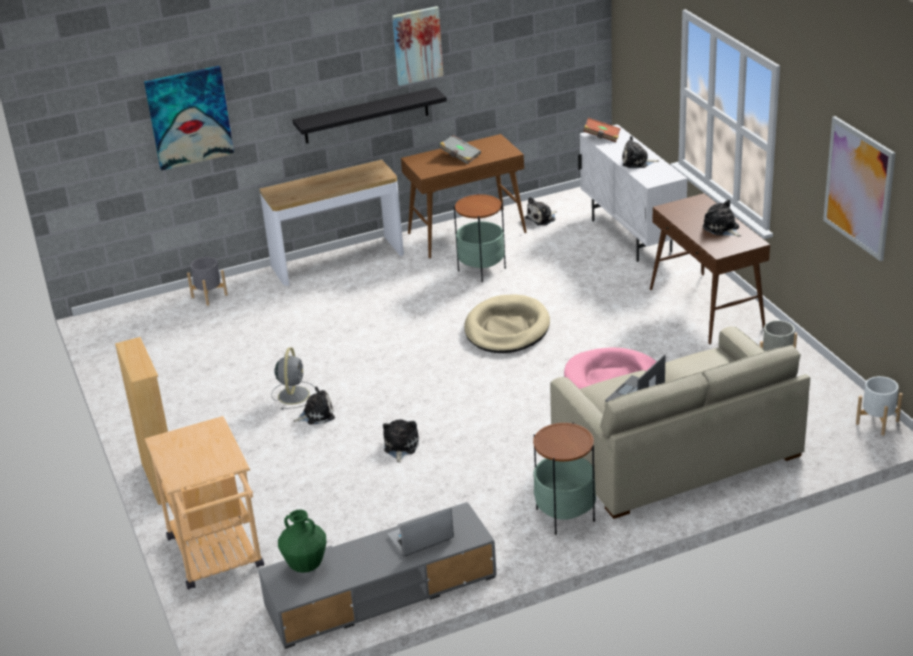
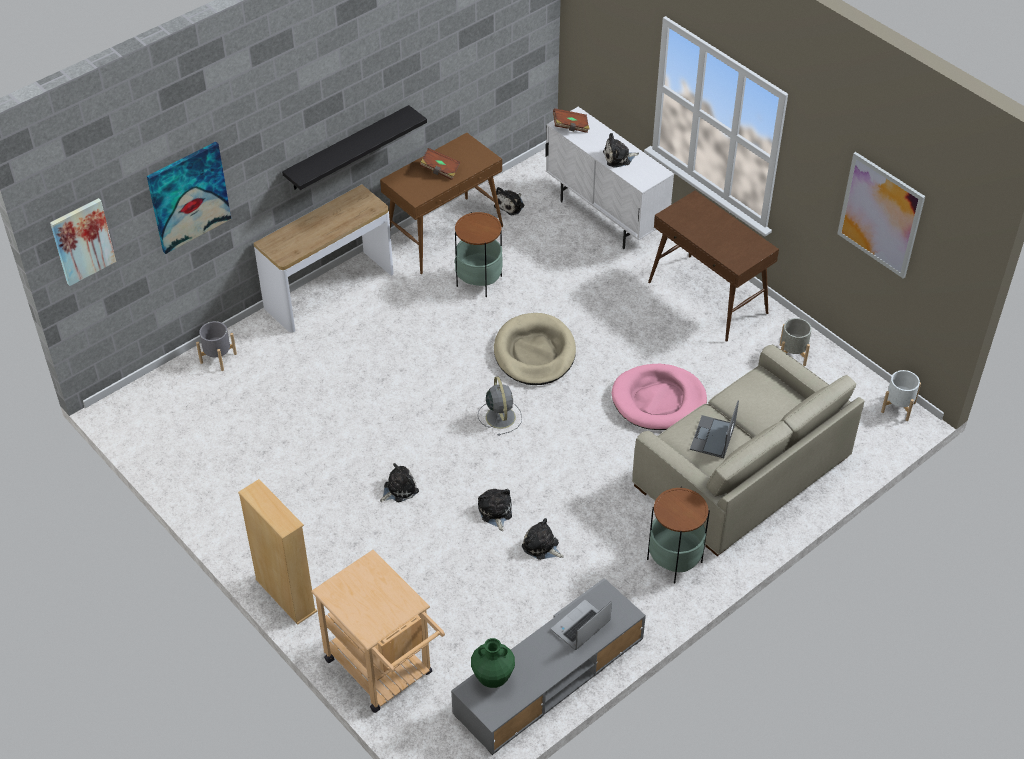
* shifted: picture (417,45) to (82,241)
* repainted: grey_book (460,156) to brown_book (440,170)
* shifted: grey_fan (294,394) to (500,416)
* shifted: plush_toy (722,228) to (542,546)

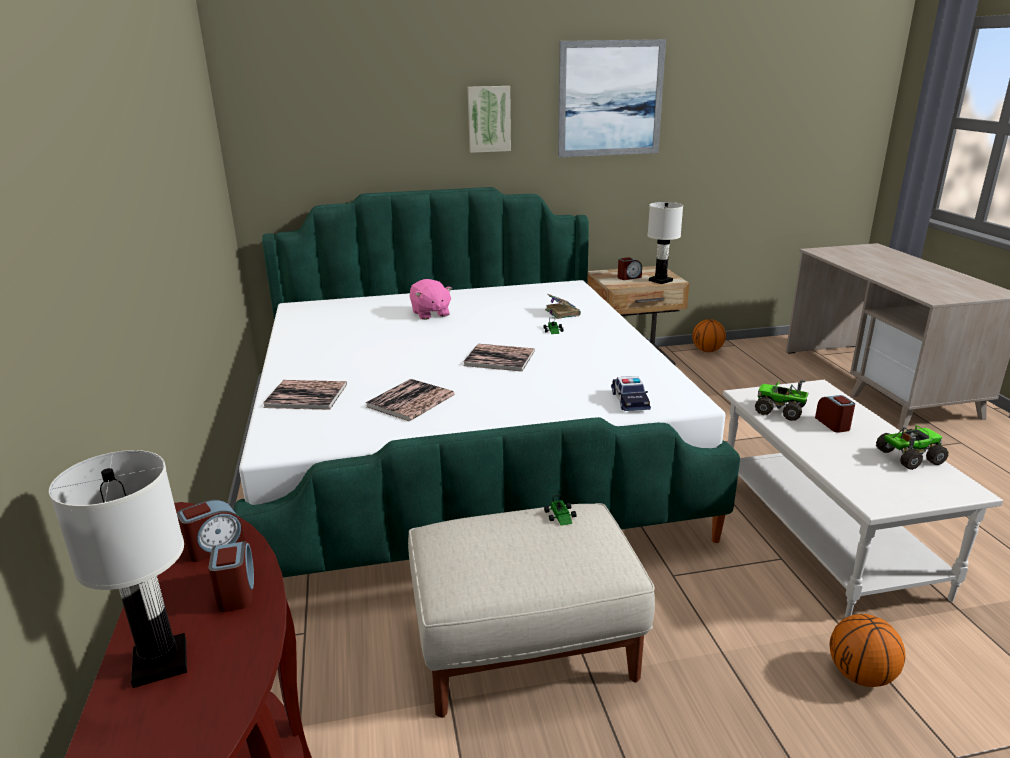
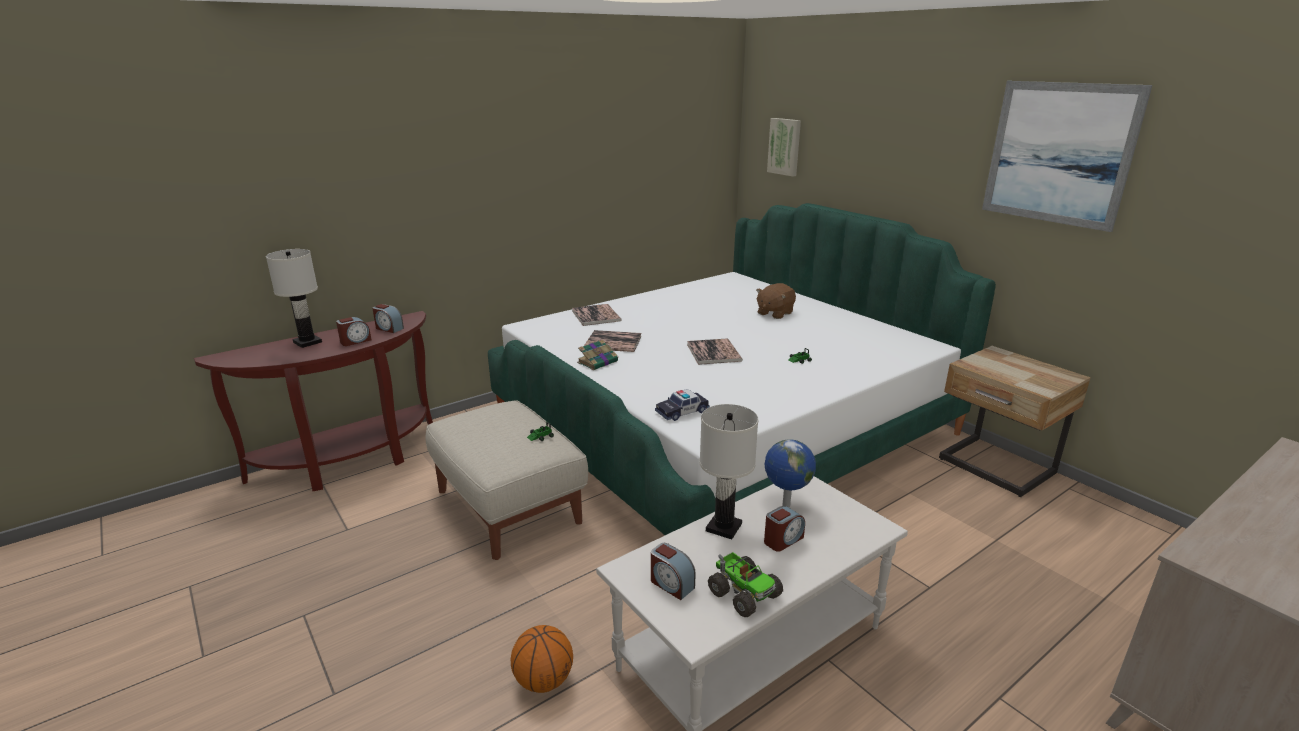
* shifted: book (562,312) to (598,362)
* shifted: alarm_clock (629,277) to (671,584)
* shifted: white_table_lamp (660,280) to (724,527)
* repainted: pink_plush_toy (430,314) to brown_plush_toy (774,313)
* swapped: toy_truck (780,410) to globe (785,505)
* shifted: picture (489,119) to (785,146)
* gone: basketball (707,351)

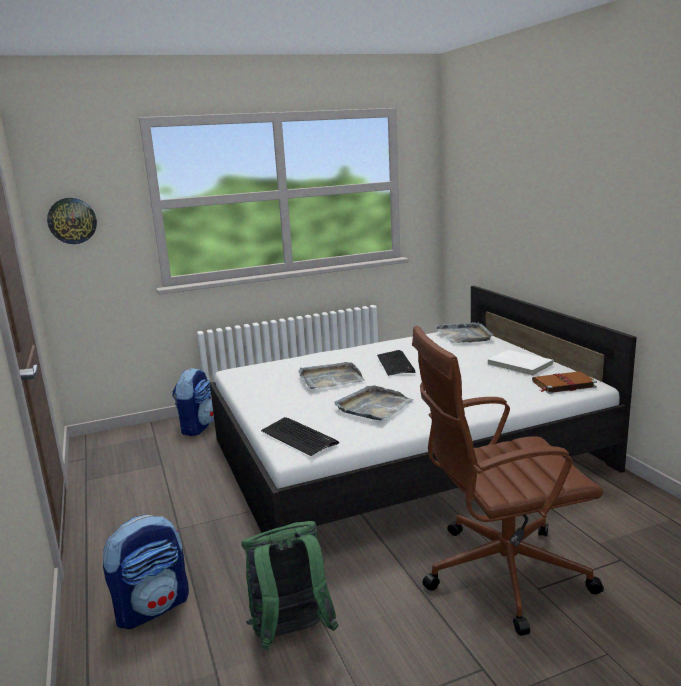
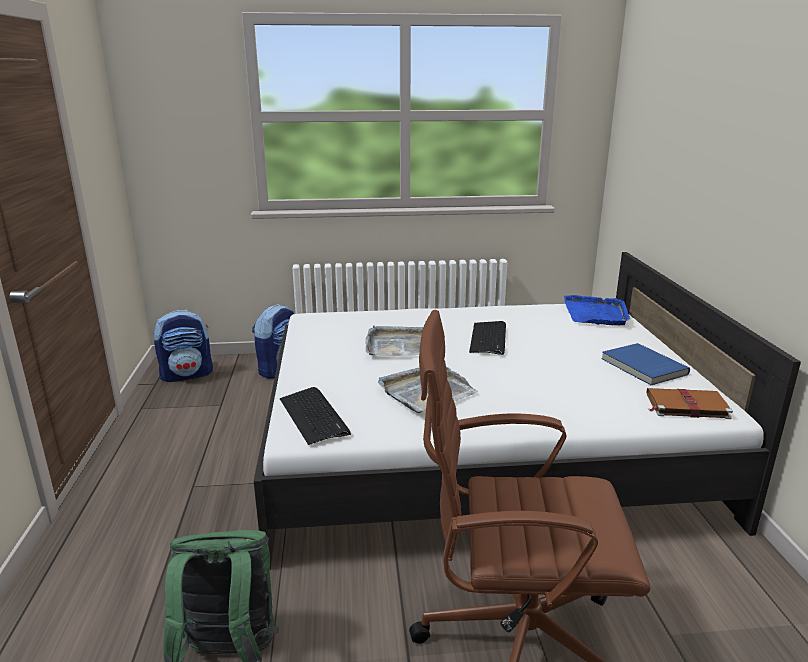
* shifted: backpack (153,607) to (187,374)
* repainted: grey_tray (464,335) to blue_tray (596,313)
* repainted: white_book (519,365) to blue_book (642,367)
* gone: wall_clock (72,221)

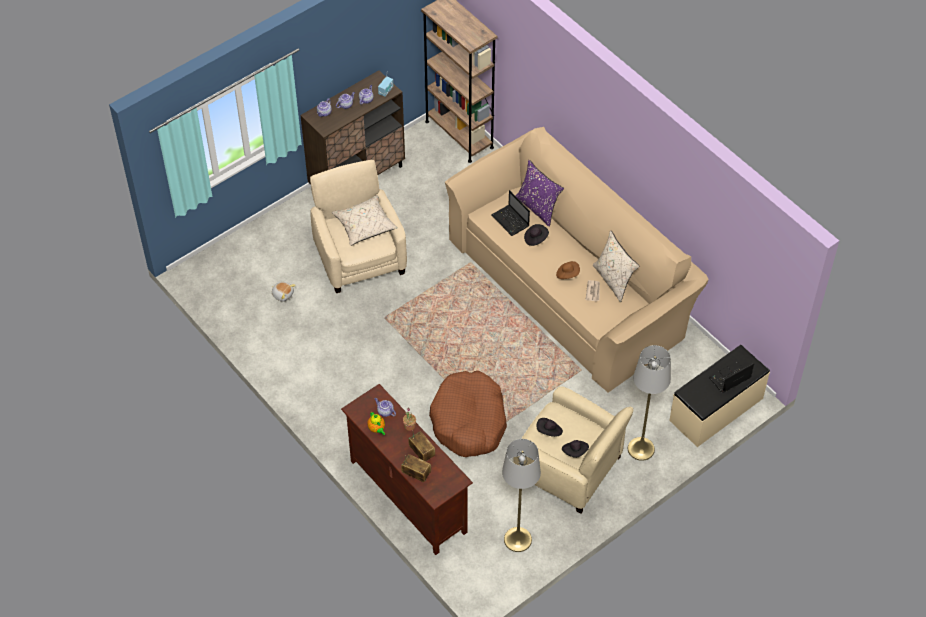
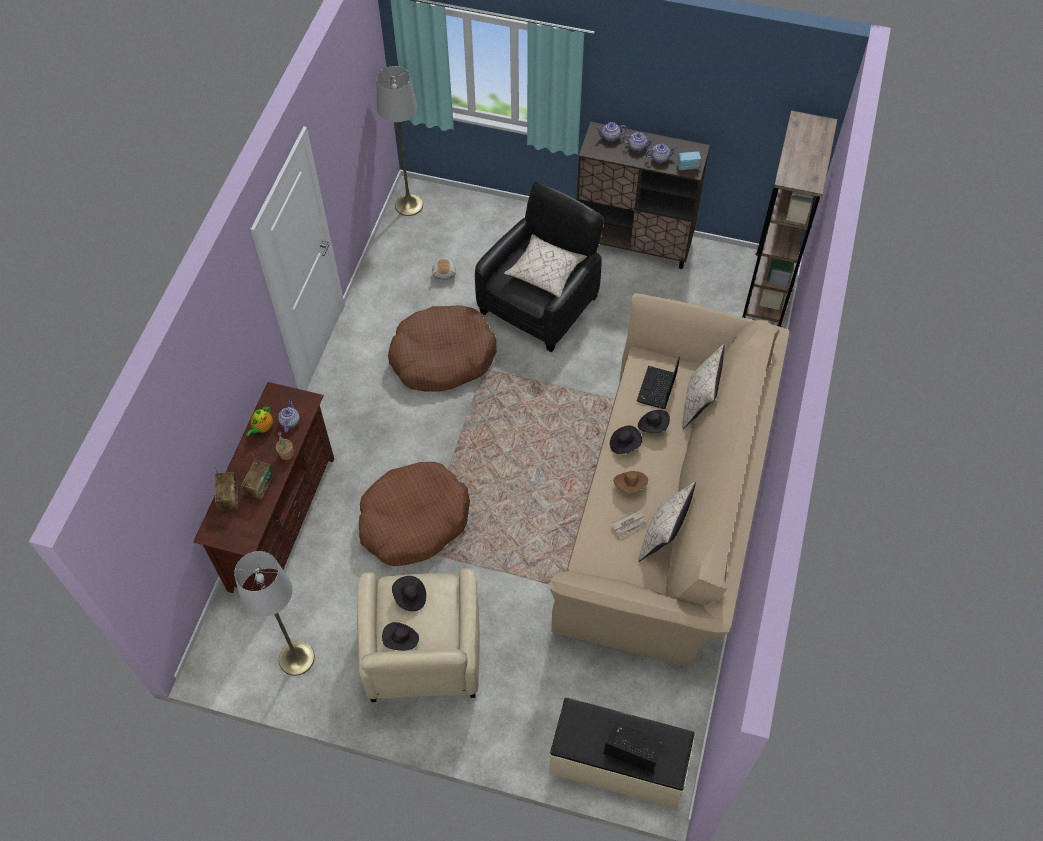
* shifted: grey_floor_lamp (641,448) to (409,205)
* new: brown_dog_bed (442,357)
* repainted: beige_armchair (359,256) to black_armchair (540,303)
* new: black_hat (624,444)
* repainted: purple_pillow (538,207) to beige_pillow (699,403)

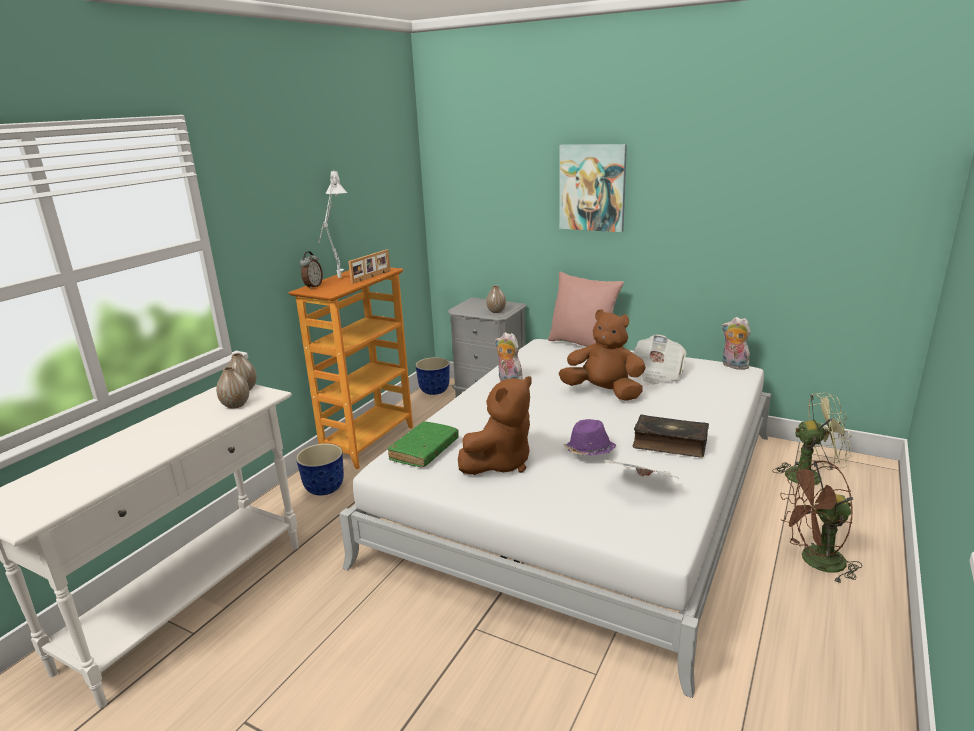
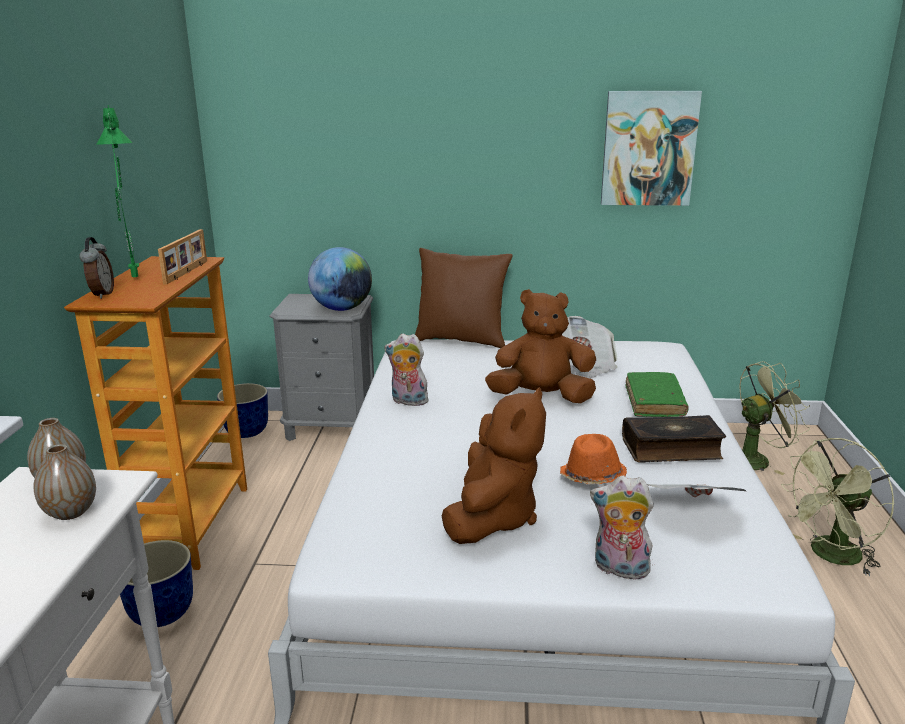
* repainted: white_table_lamp (338,280) to green_table_lamp (135,281)
* swapped: vase (496,311) to globe (342,309)
* repainted: pink_pillow (583,344) to brown_pillow (461,340)
* repainted: purple_hat (589,451) to orange_hat (592,477)
* shifted: plush_toy (733,366) to (619,569)
* shifted: picture (592,187) to (648,148)
* shifted: green_book (424,451) to (654,402)
* repainted: brown_fan (814,562) to green_fan (830,556)

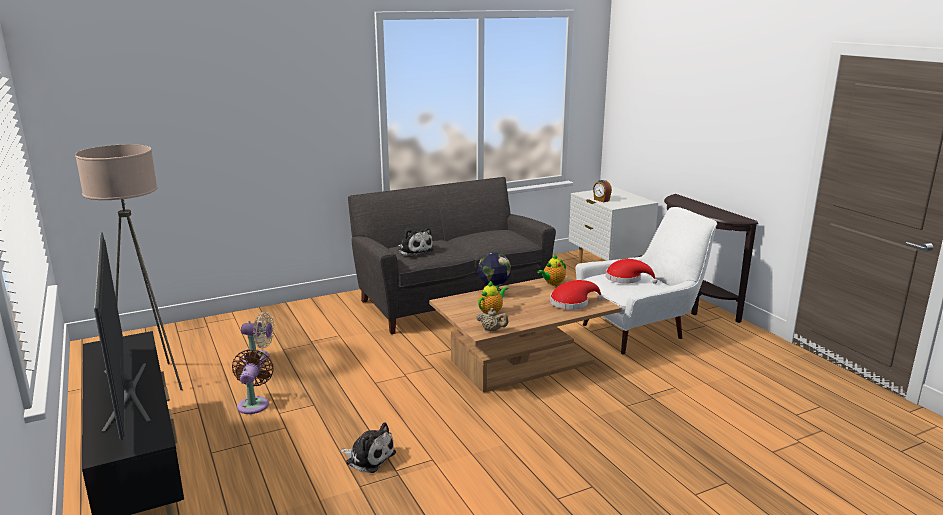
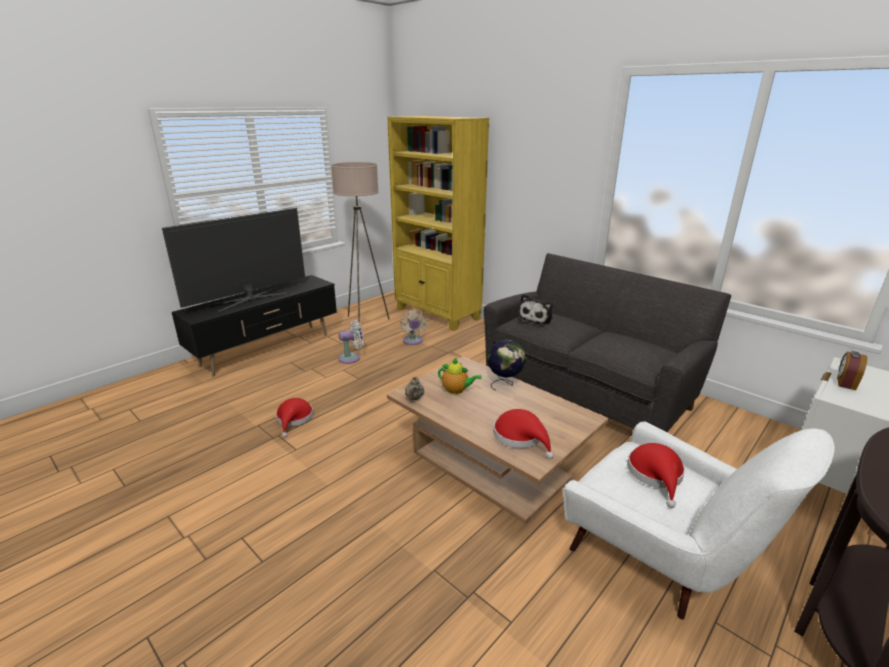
* swapped: plush_toy (368,457) to red_hat (294,419)
* repainted: brown_fan (254,403) to white_fan (352,358)
* new: yellow_bookcase (437,314)
* gone: teapot (552,283)

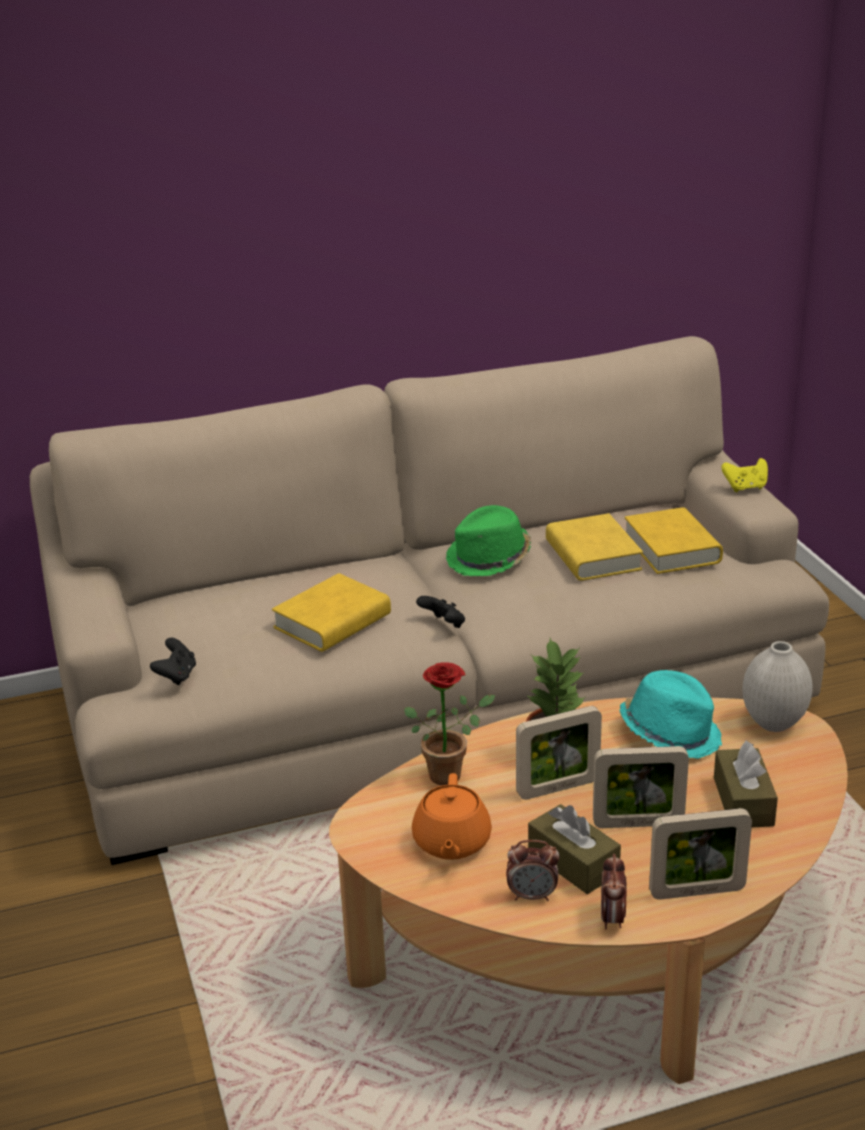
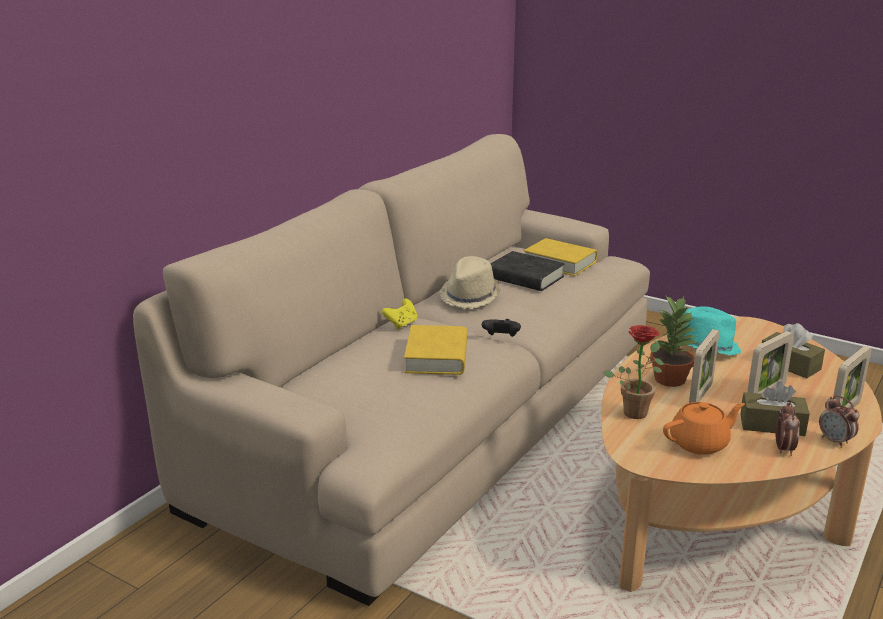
* shifted: yellow_game_controller (745,488) to (401,324)
* repainted: green_hat (489,559) to beige_hat (470,296)
* repainted: yellow_book (592,555) to black_book (525,277)
* rotated: orange_teapot (451,843) = (700,443) 75 degrees counterclockwise
* rotated: alarm_clock (532,896) = (783,449) 45 degrees counterclockwise
* gone: black_game_controller (176,676)
* gone: white_vase (774,724)

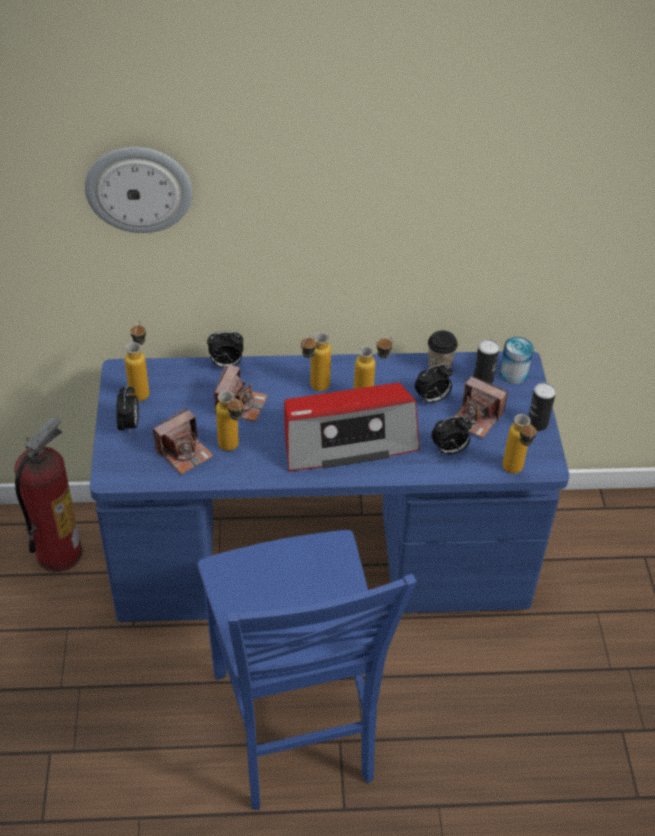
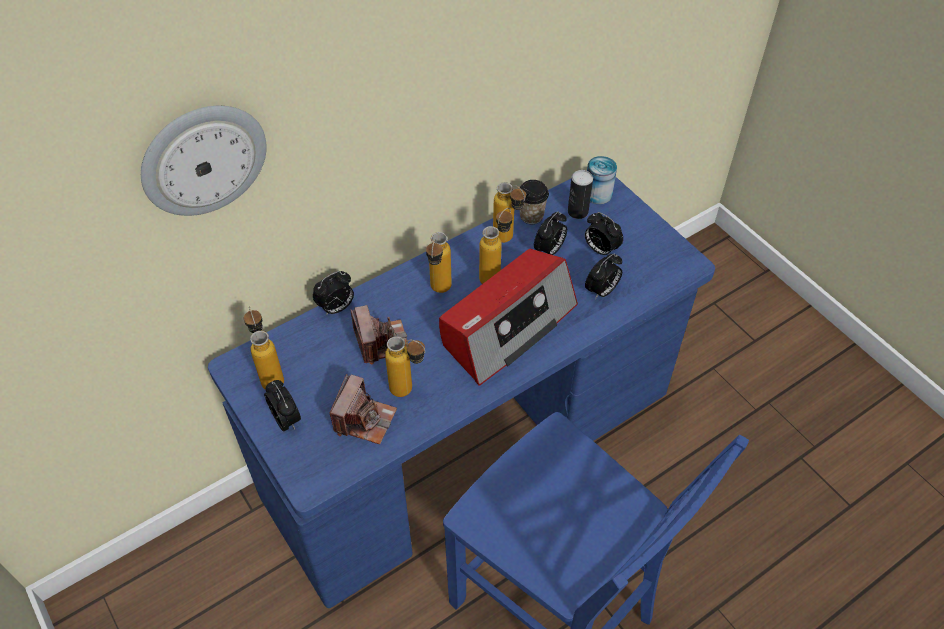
* shifted: bottle (514,473) to (508,241)
* swapped: photo_camera (476,418) to alarm_clock (600,250)
* gone: fire_extinguisher (59,552)
* gone: can (537,423)

